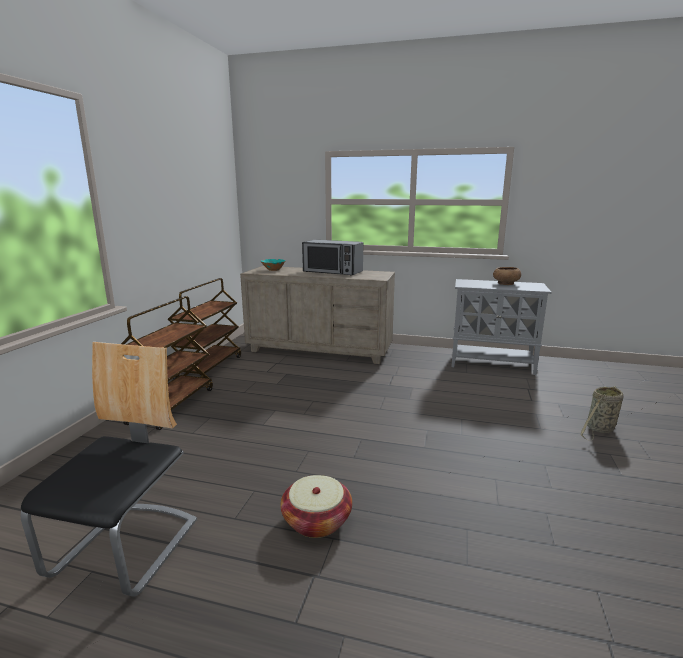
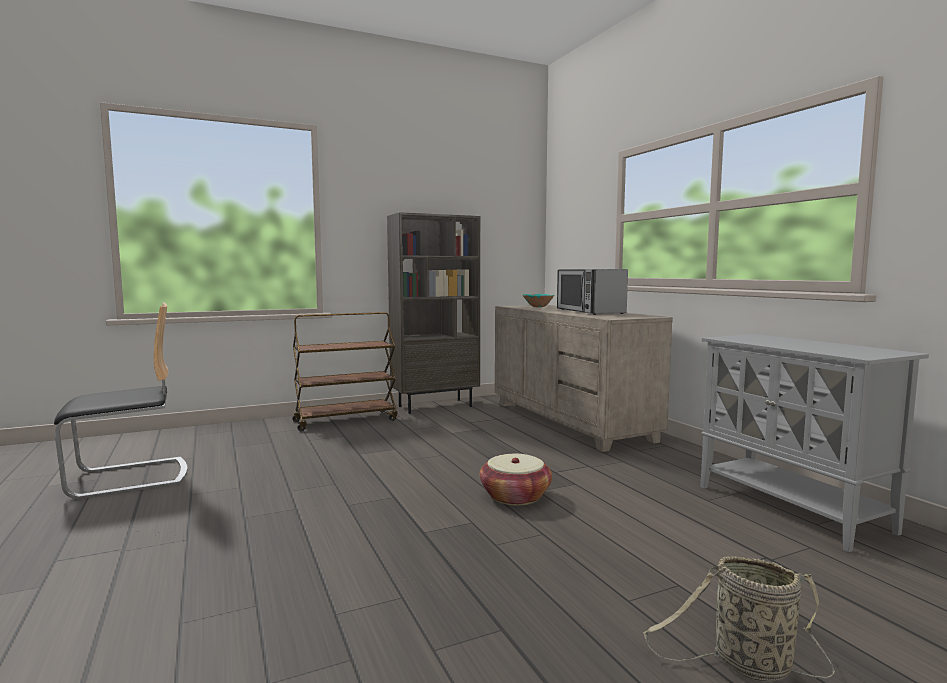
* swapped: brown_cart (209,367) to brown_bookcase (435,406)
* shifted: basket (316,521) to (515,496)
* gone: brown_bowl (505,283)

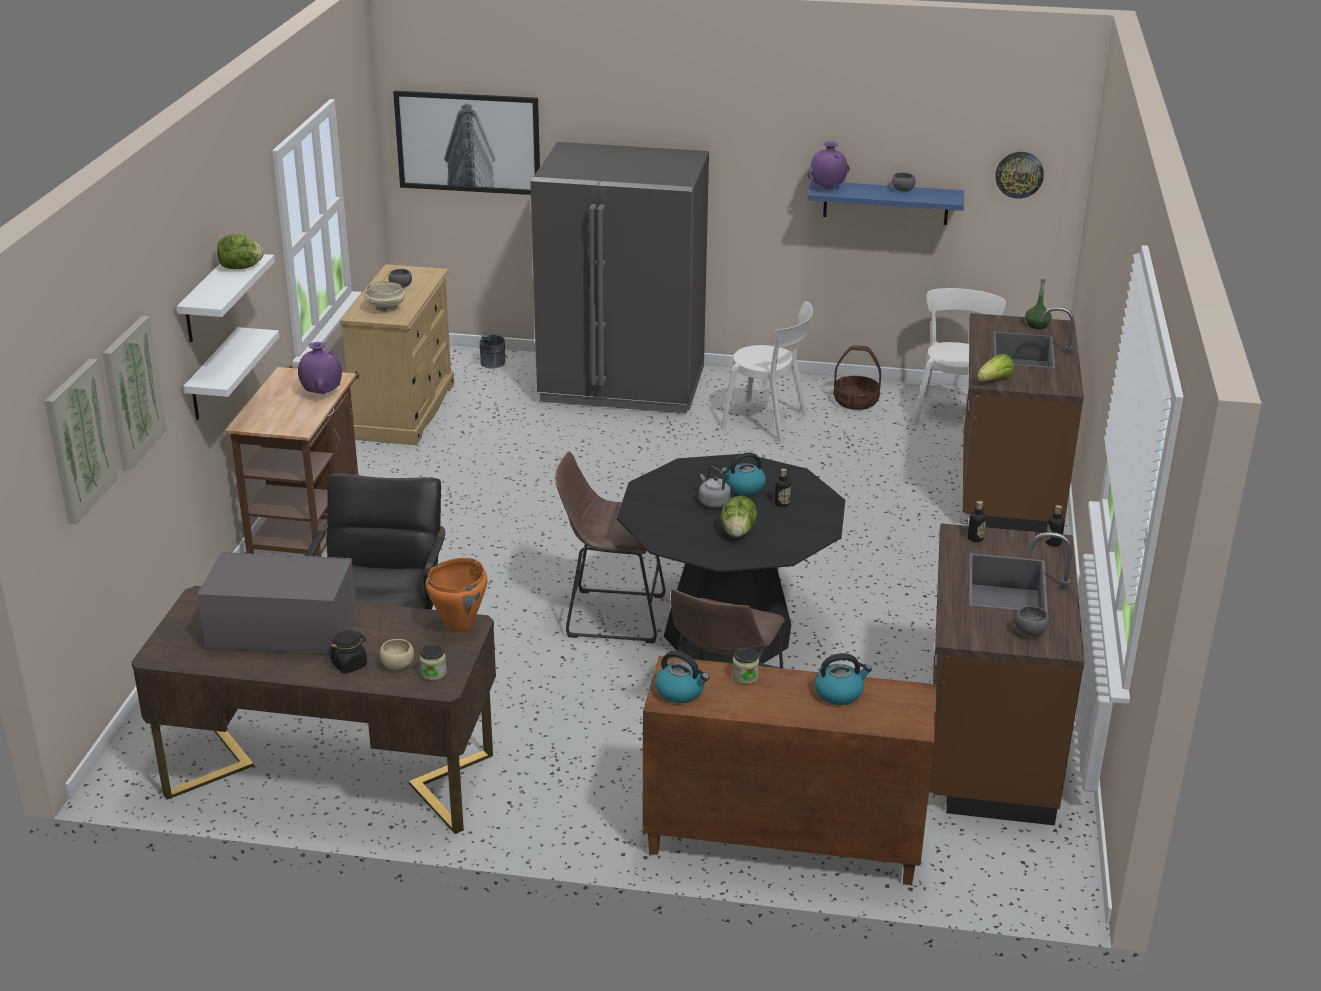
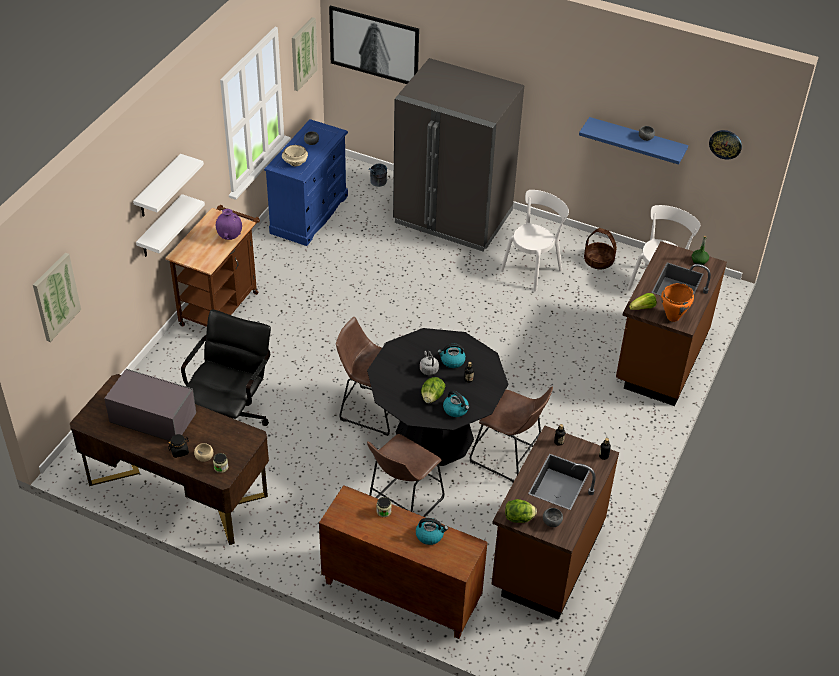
* repainted: beige_dresser (405,410) to blue_dresser (309,214)
* shifted: picture (132,392) to (303,53)
* shifted: kettle (680,692) to (456,409)
* new: brown_stool (509,458)
* rotated: white_chair (768,422) = (533,268) 90 degrees counterclockwise
* shifted: lettuce (241,268) to (519,518)
* shifted: orange_cooking_pot (460,626) to (673,317)
* gone: purple_vase (827,188)

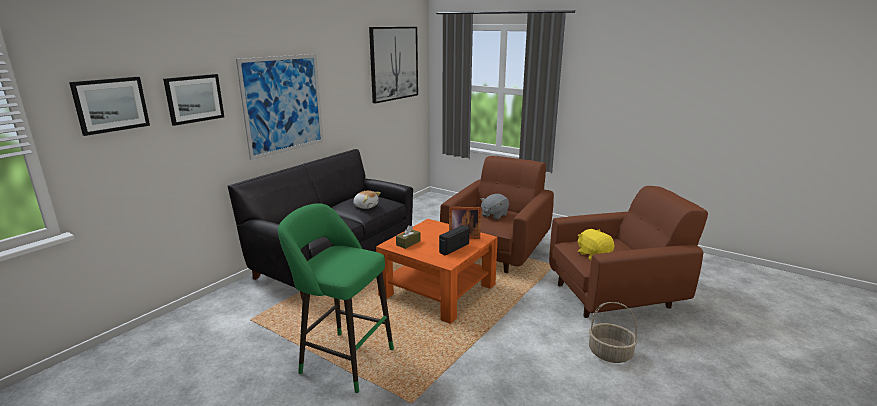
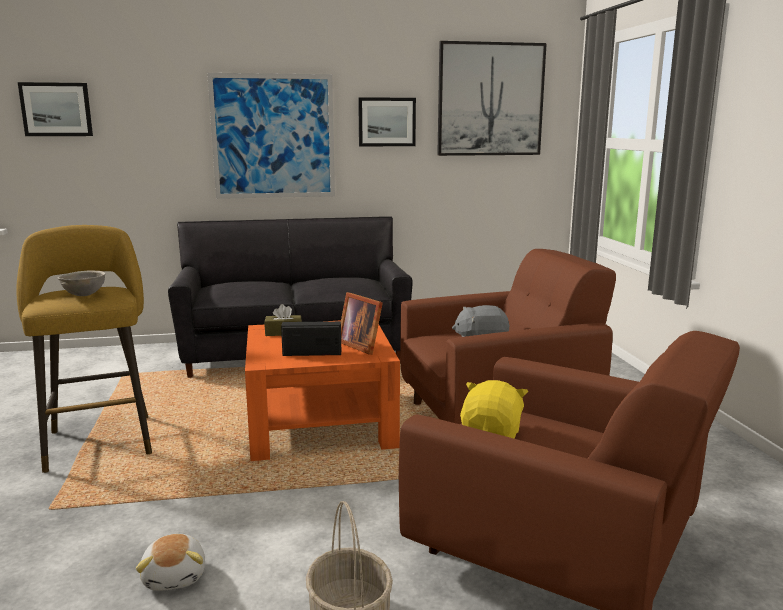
* repainted: green_stool (342,359) to yellow_stool (100,439)
* new: grey_bowl (83,295)
* shifted: plush_toy (366,206) to (175,576)
* shifted: picture (194,98) to (386,122)

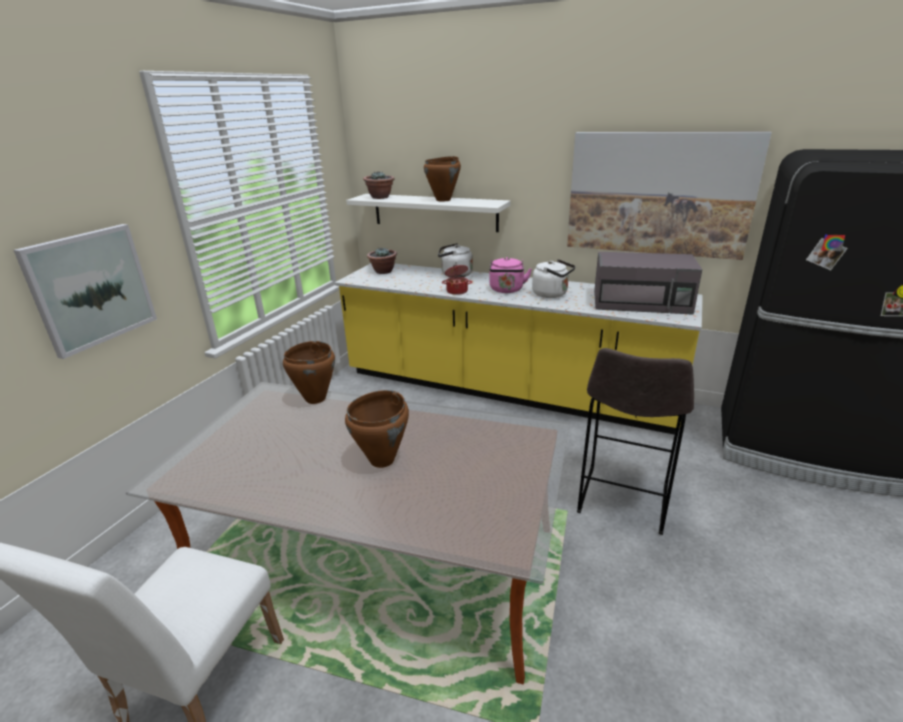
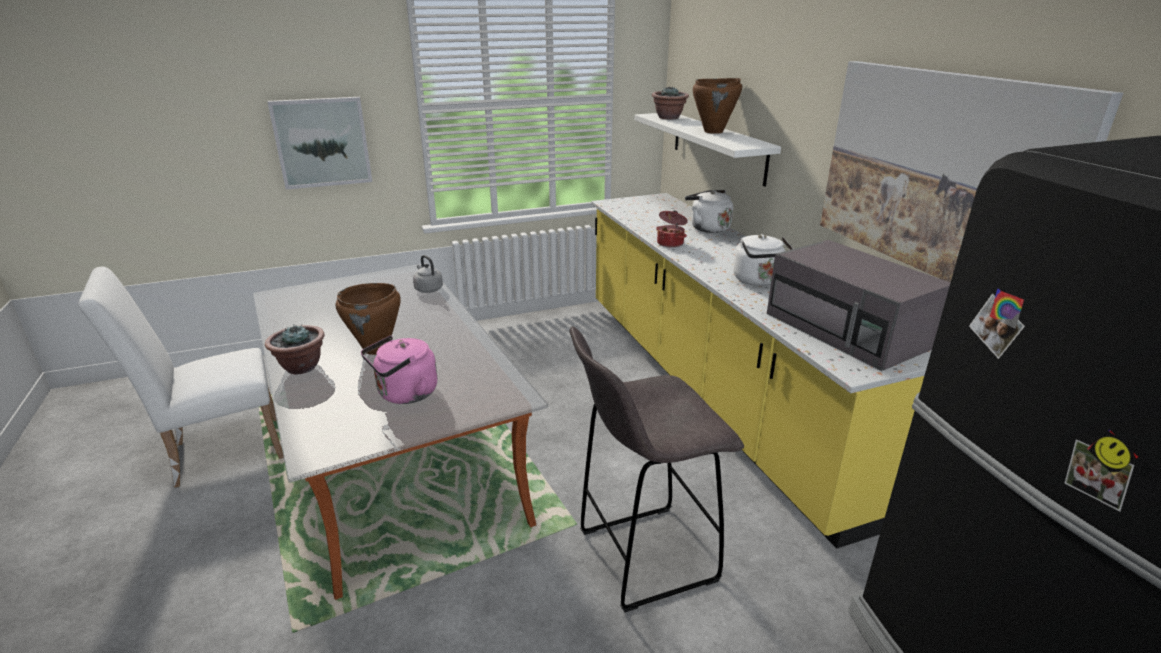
* shifted: potted_plant (383,271) to (301,367)
* shifted: pink_kettle (506,290) to (404,394)
* swapped: brown_cooking_pot (315,399) to grey_kettle (428,289)

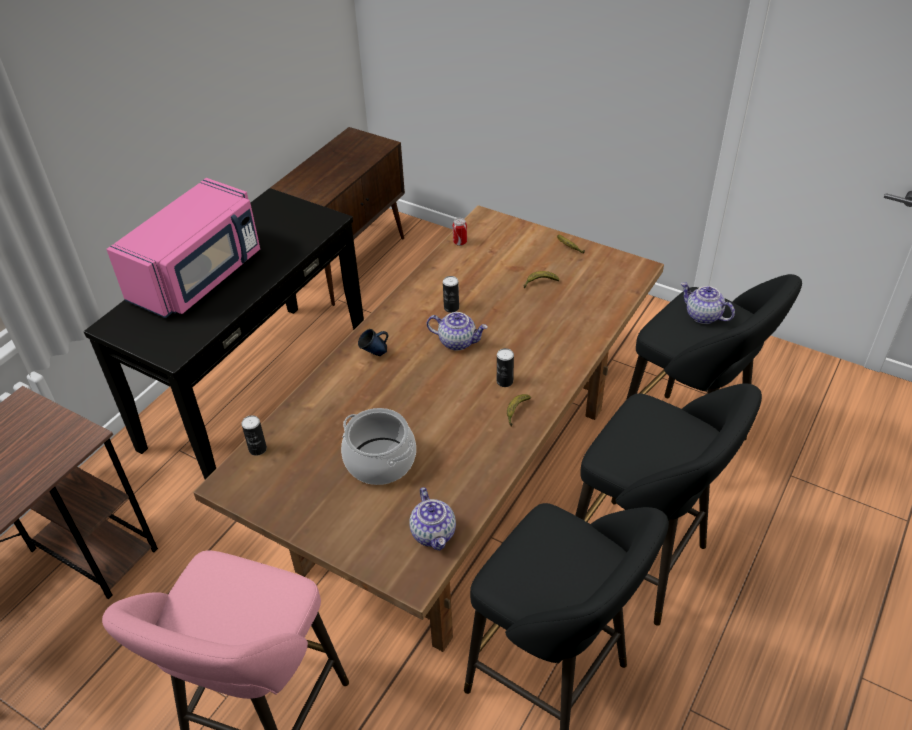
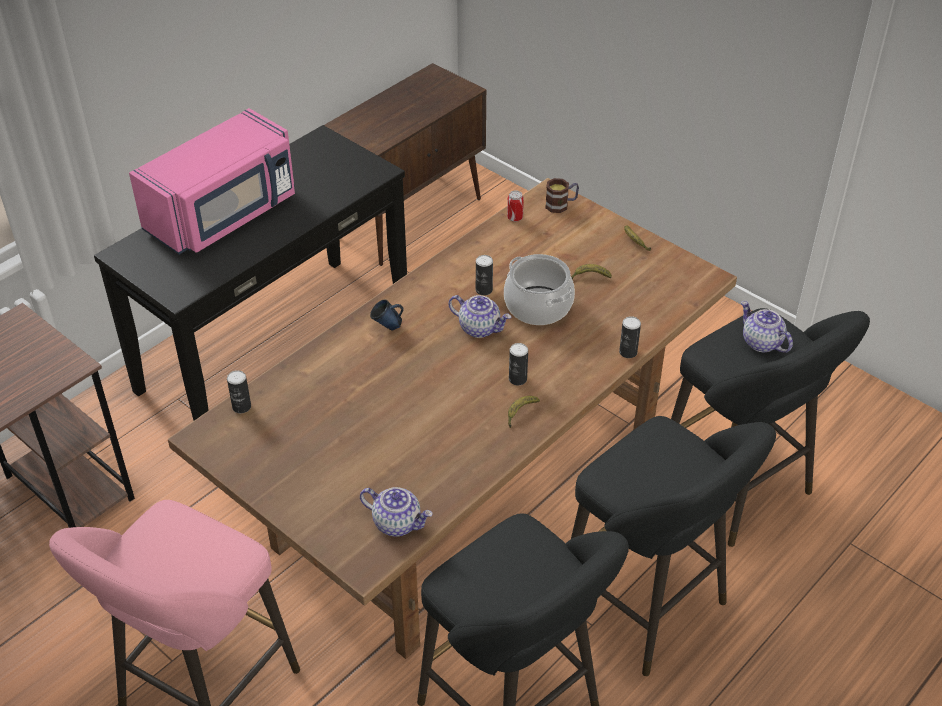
* rotated: teapot (434,533) = (397,523) 60 degrees counterclockwise
* shifted: cooking_pot (380,461) to (537,306)
* new: mug (561,205)
* new: can (628,352)

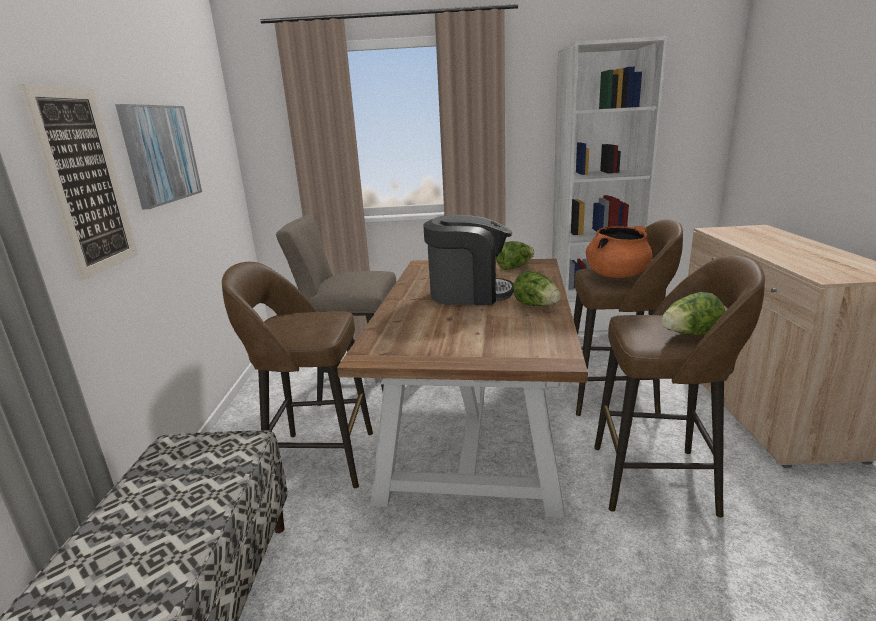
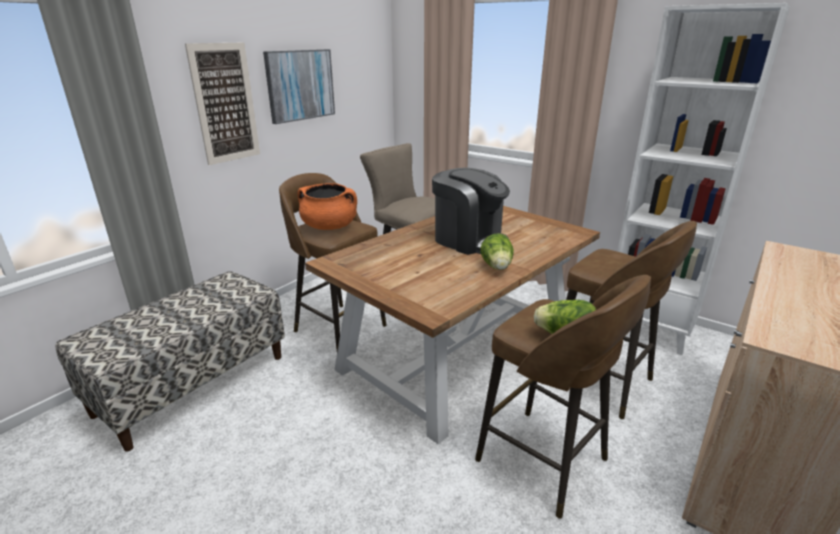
* shifted: orange_cooking_pot (617,275) to (329,227)
* gone: lettuce (514,267)

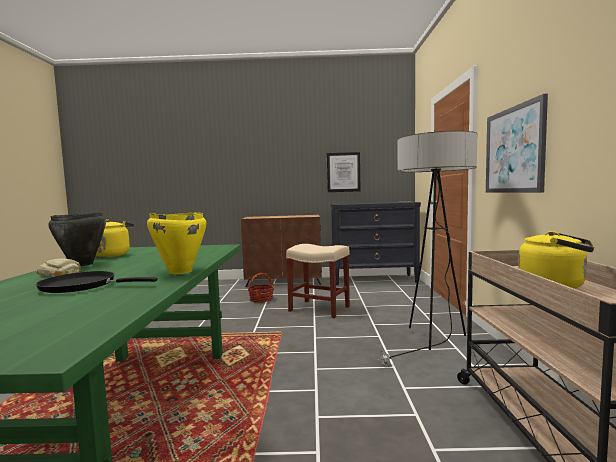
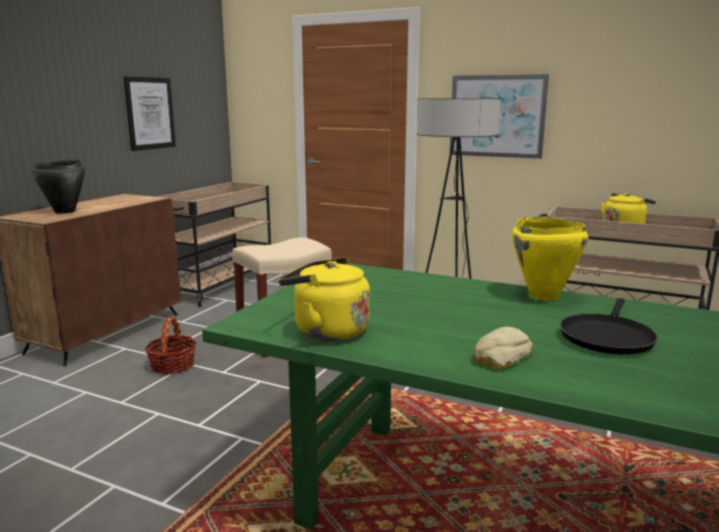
* shifted: black_cooking_pot (82,264) to (65,212)
* swapped: black_dresser (374,279) to beige_cart (219,284)

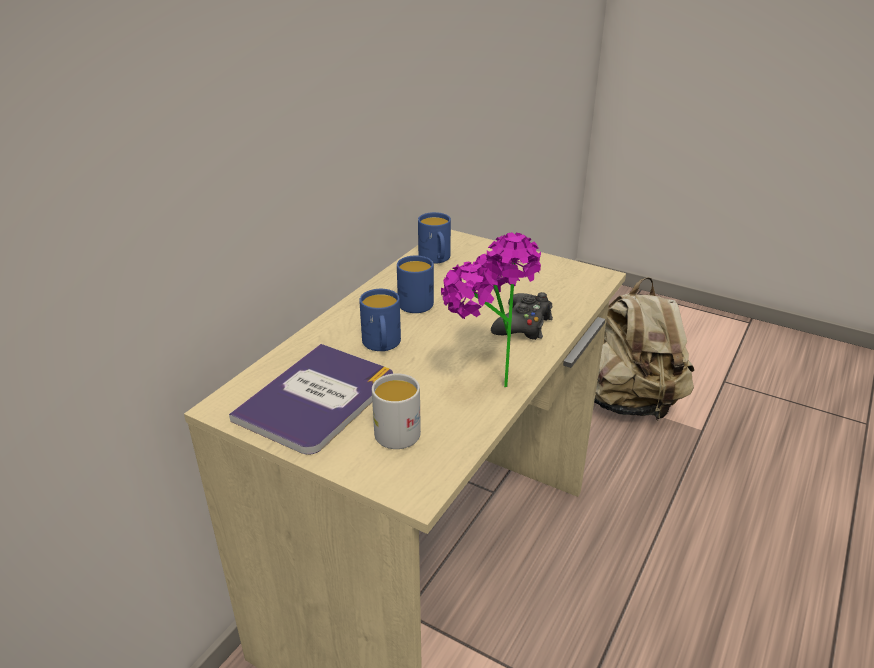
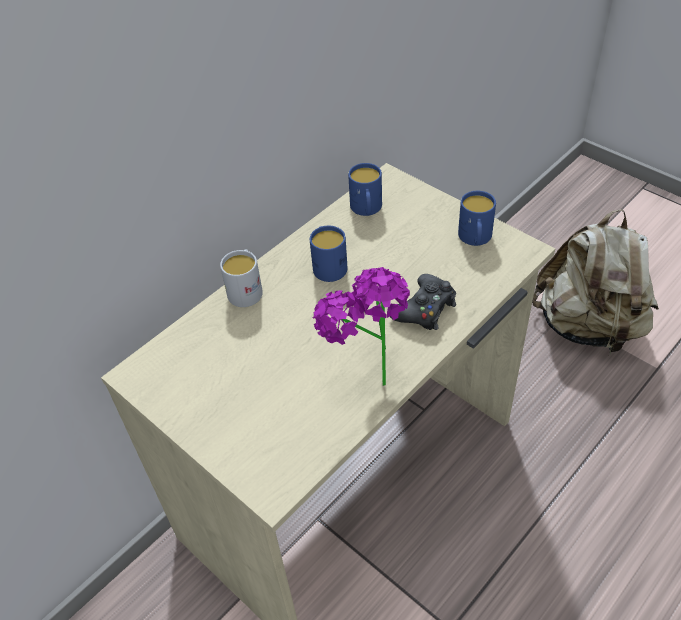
* shifted: white_mug (397,428) to (246,289)
* shifted: blue_mug (382,345) to (475,239)
* gone: book (317,399)

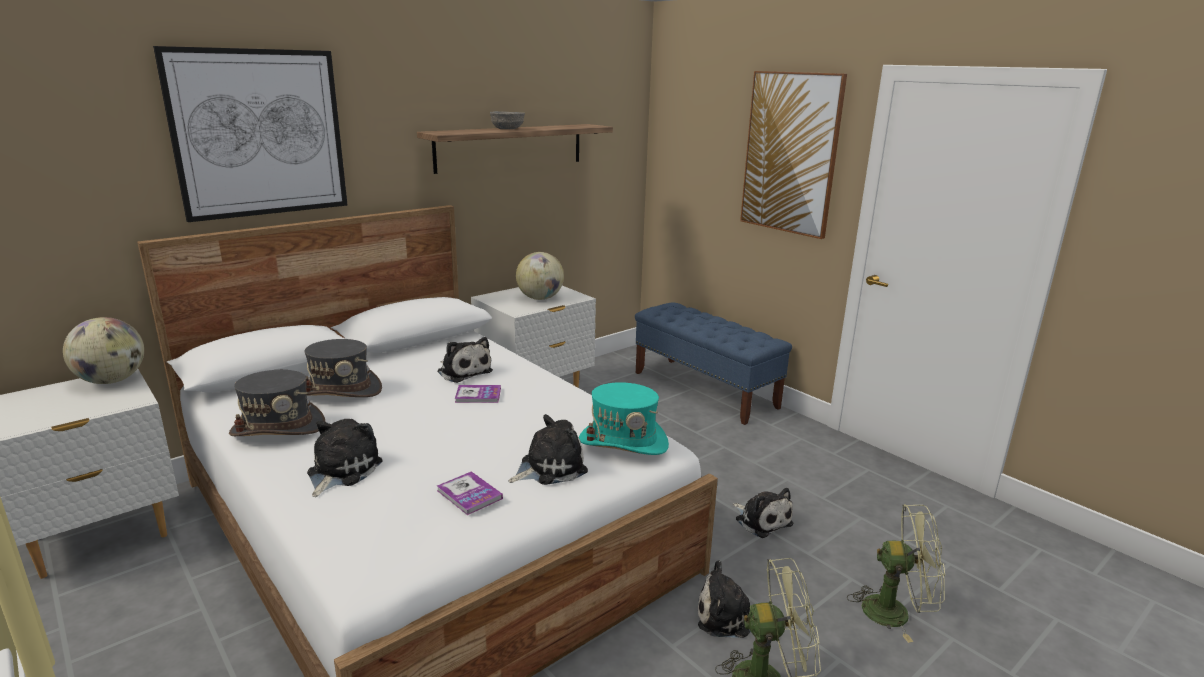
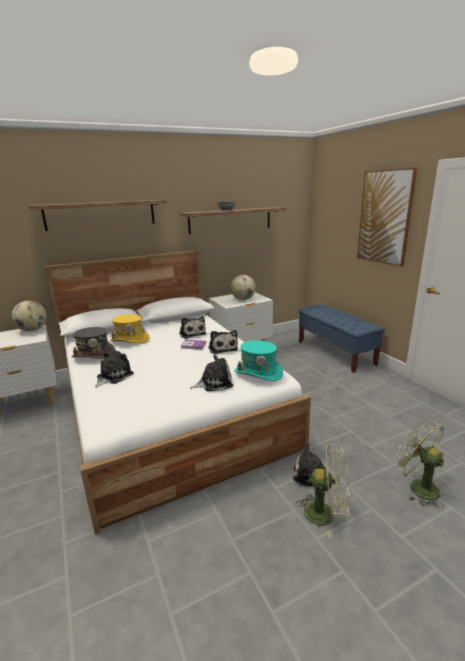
* swapped: picture (259,133) to shelf (101,214)
* repainted: grey_hat (341,391) to yellow_hat (130,340)
* shifted: plush_toy (761,520) to (222,348)
* rotated: green_fan (896,612) = (417,486) 150 degrees counterclockwise
* gone: book (469,494)

